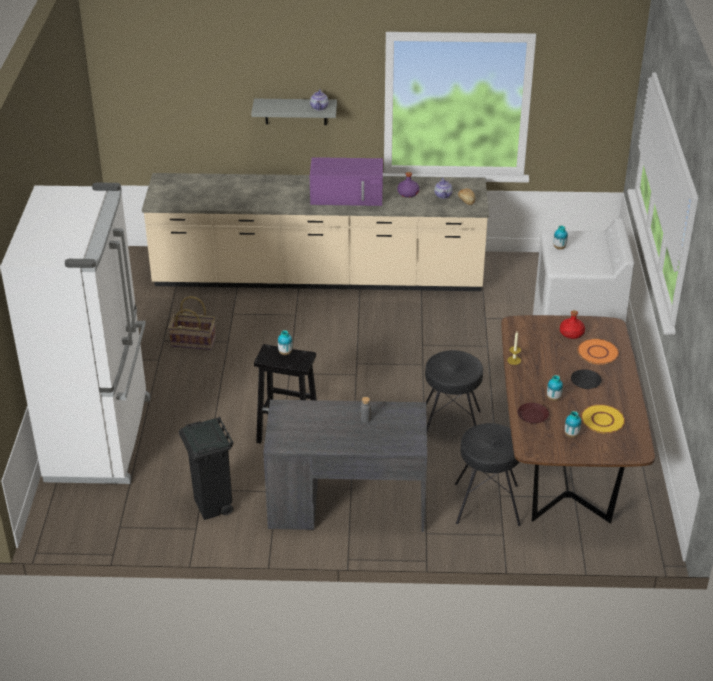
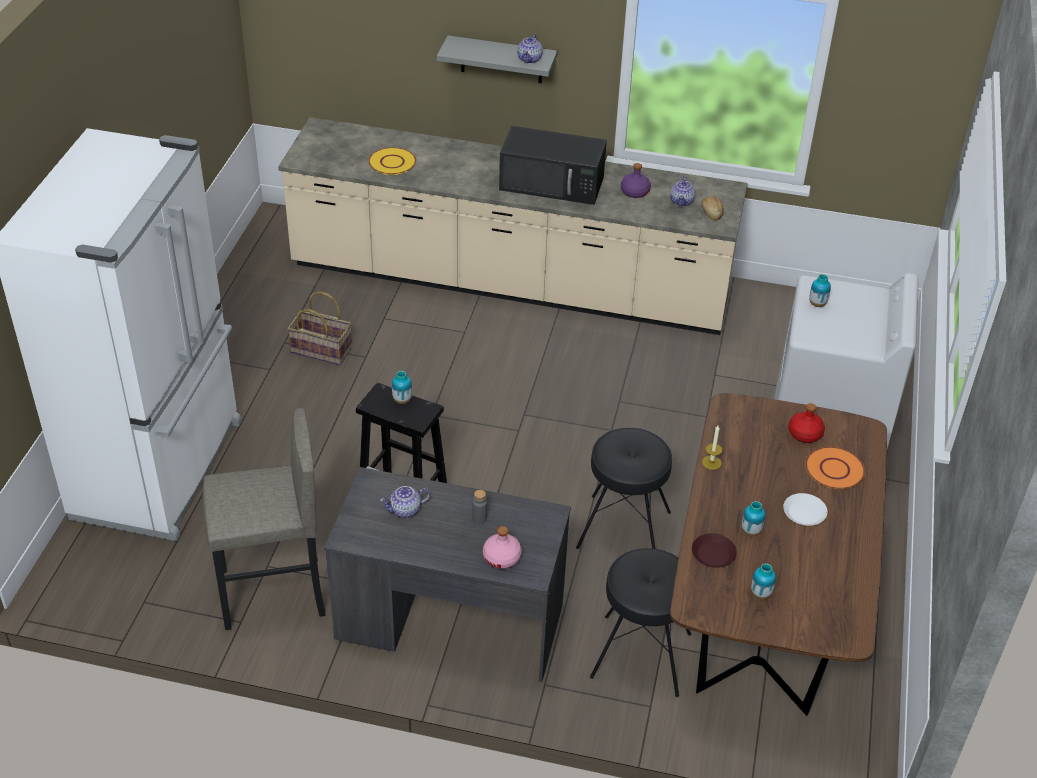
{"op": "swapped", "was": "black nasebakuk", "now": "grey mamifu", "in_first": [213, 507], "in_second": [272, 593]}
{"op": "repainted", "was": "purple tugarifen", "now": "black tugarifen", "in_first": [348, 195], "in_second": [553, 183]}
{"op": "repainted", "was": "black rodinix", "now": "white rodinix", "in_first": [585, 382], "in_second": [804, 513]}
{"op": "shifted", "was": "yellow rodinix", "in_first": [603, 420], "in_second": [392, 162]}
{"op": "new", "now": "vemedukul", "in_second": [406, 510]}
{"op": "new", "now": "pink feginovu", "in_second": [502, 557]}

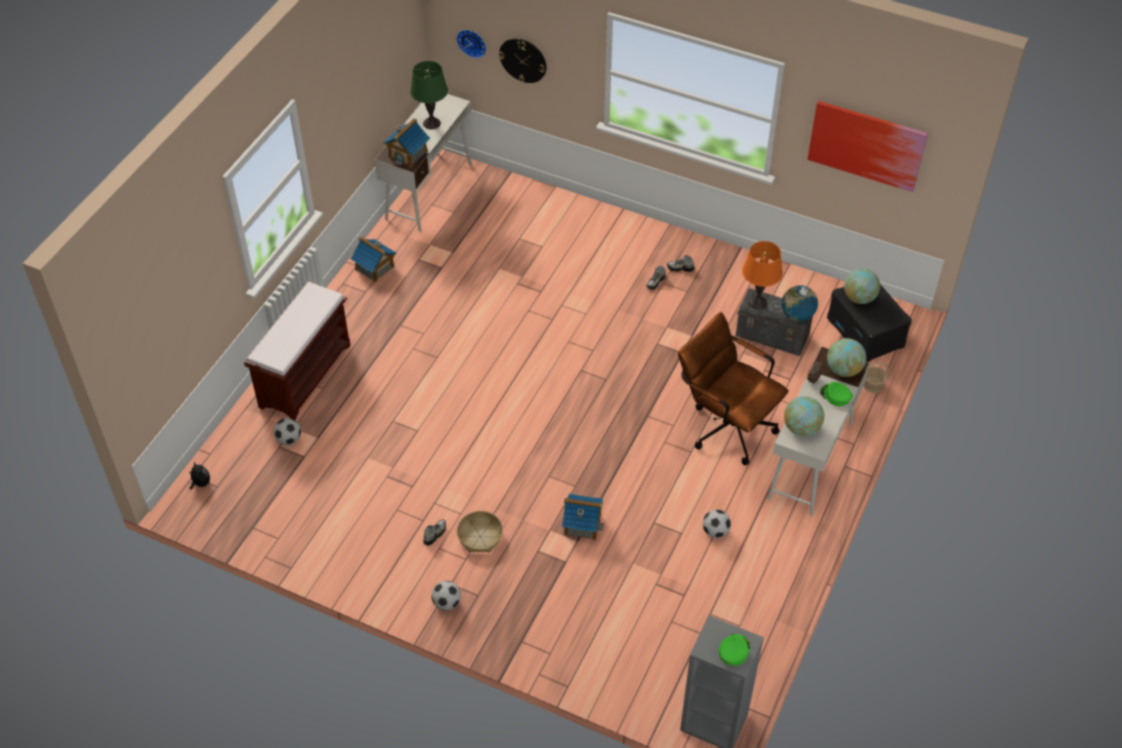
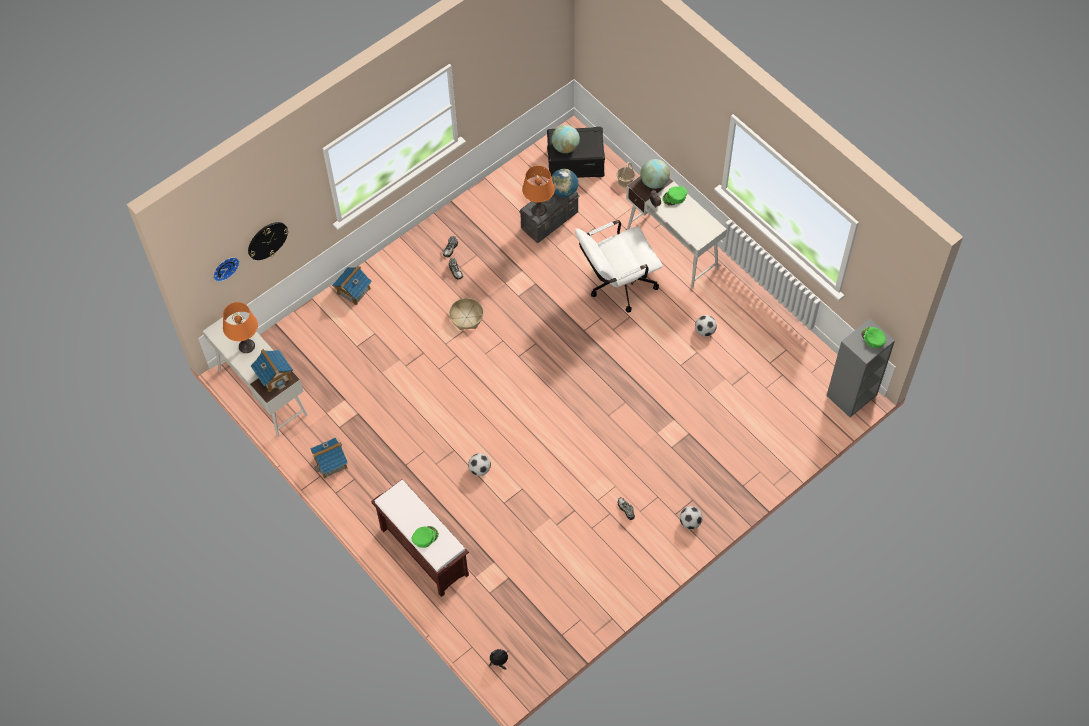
{"op": "shifted", "was": "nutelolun", "in_first": [289, 439], "in_second": [480, 469]}
{"op": "repainted", "was": "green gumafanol", "now": "orange gumafanol", "in_first": [431, 123], "in_second": [246, 346]}
{"op": "shifted", "was": "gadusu", "in_first": [480, 536], "in_second": [466, 317]}
{"op": "shifted", "was": "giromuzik", "in_first": [582, 524], "in_second": [353, 291]}
{"op": "repainted", "was": "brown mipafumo", "now": "white mipafumo", "in_first": [726, 425], "in_second": [616, 285]}
{"op": "gone", "was": "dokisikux", "in_first": [801, 428]}
{"op": "gone", "was": "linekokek", "in_first": [866, 145]}
{"op": "new", "now": "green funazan", "in_second": [425, 537]}

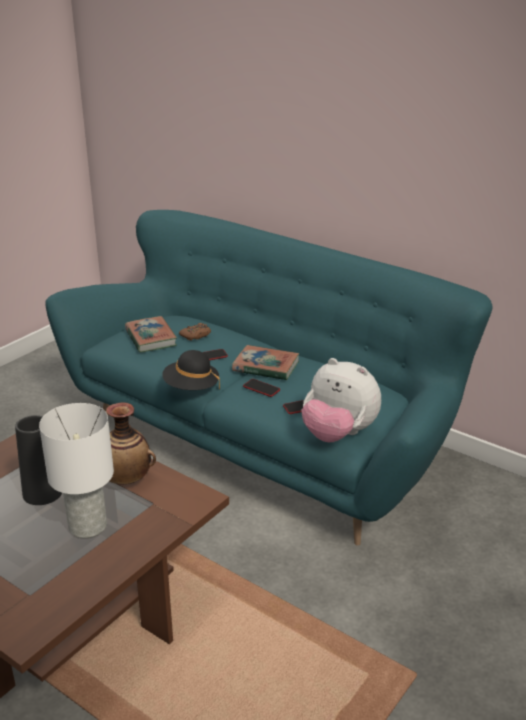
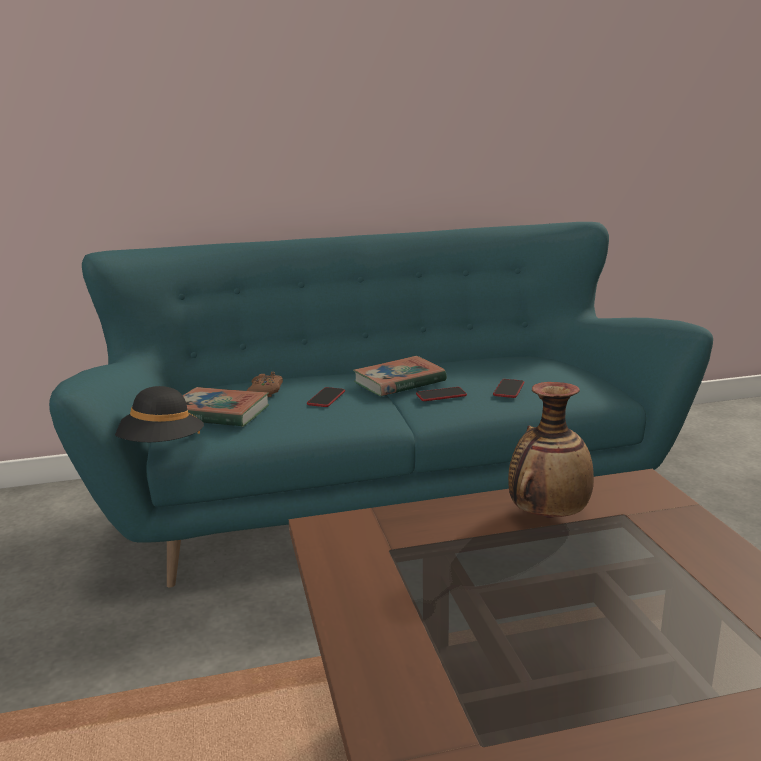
{"op": "gone", "was": "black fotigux", "in_first": [42, 492]}
{"op": "gone", "was": "white gumafanol", "in_first": [89, 526]}
{"op": "shifted", "was": "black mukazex", "in_first": [191, 387], "in_second": [160, 447]}
{"op": "gone", "was": "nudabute", "in_first": [338, 434]}

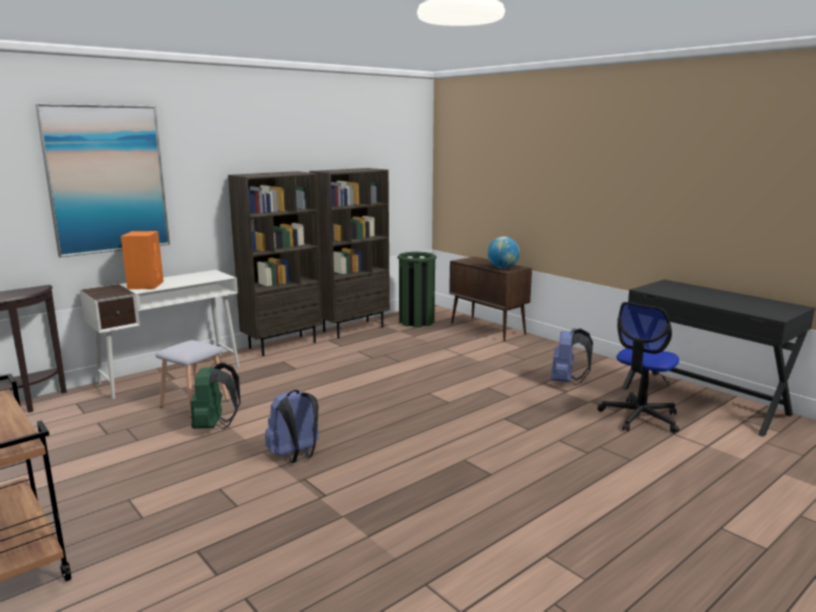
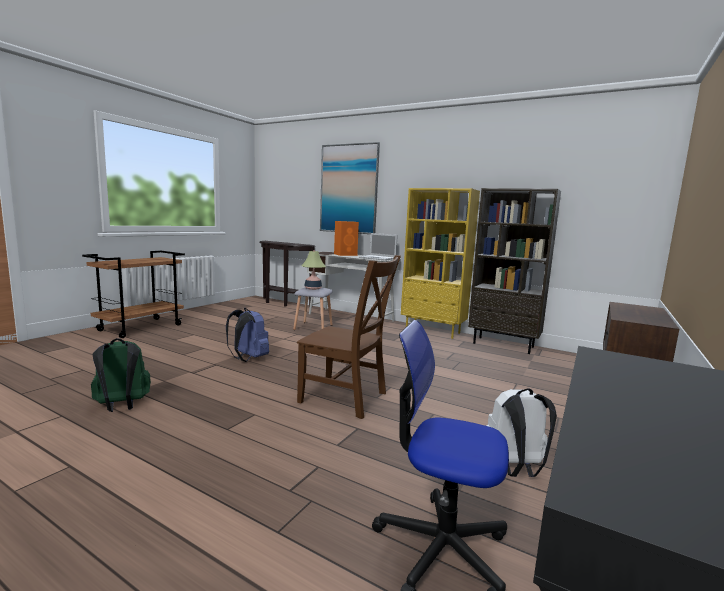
{"op": "shifted", "was": "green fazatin", "in_first": [215, 426], "in_second": [122, 406]}
{"op": "repainted", "was": "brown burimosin", "now": "yellow burimosin", "in_first": [282, 345], "in_second": [433, 331]}
{"op": "gone", "was": "green nasebakuk", "in_first": [416, 321]}
{"op": "gone", "was": "dokisikux", "in_first": [502, 268]}
{"op": "repainted", "was": "blue fazatin", "now": "white fazatin", "in_first": [567, 382], "in_second": [514, 468]}
{"op": "new", "now": "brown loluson", "in_second": [346, 398]}
{"op": "new", "now": "gumafanol", "in_second": [313, 288]}
{"op": "new", "now": "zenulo", "in_second": [378, 258]}

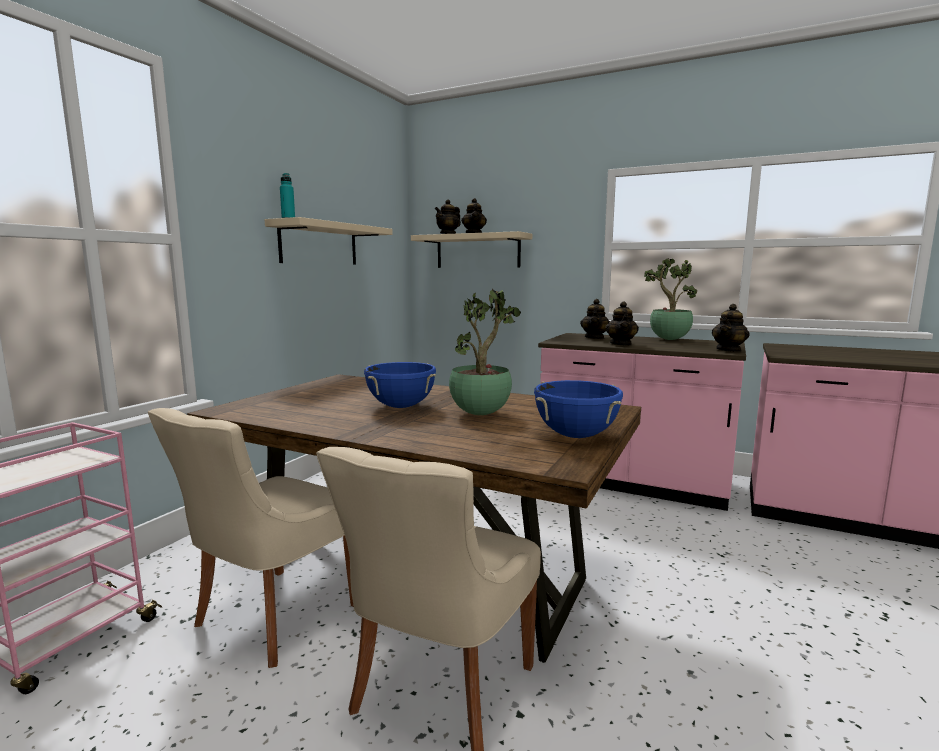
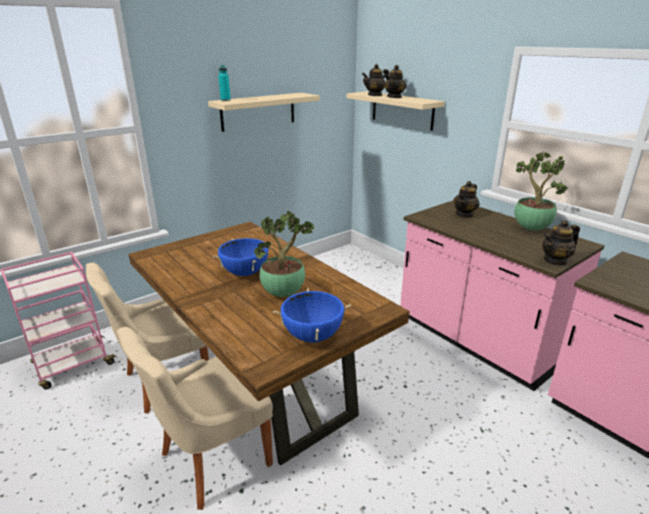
{"op": "gone", "was": "vemedukul", "in_first": [621, 344]}

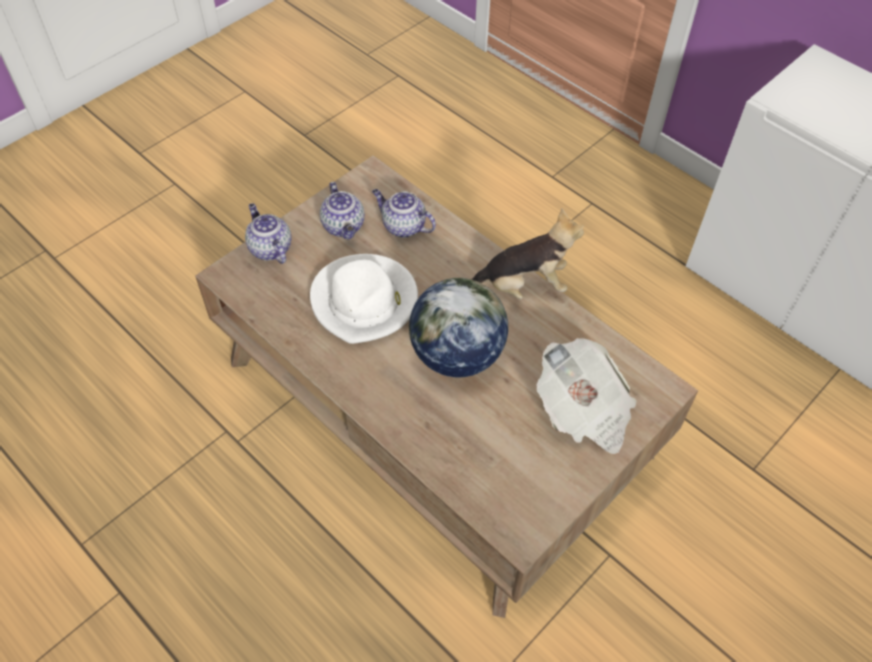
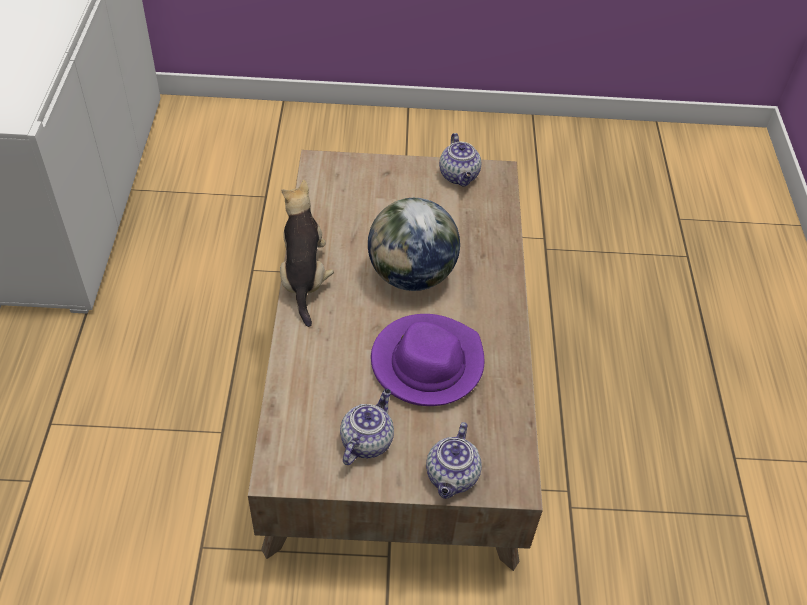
{"op": "repainted", "was": "white mukazex", "now": "purple mukazex", "in_first": [365, 301], "in_second": [427, 363]}
{"op": "shifted", "was": "vemedukul", "in_first": [402, 226], "in_second": [459, 176]}
{"op": "rotated", "was": "nudabute", "in_first": [523, 286], "in_second": [304, 278], "clockwise": 45}
{"op": "gone", "was": "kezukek", "in_first": [584, 411]}

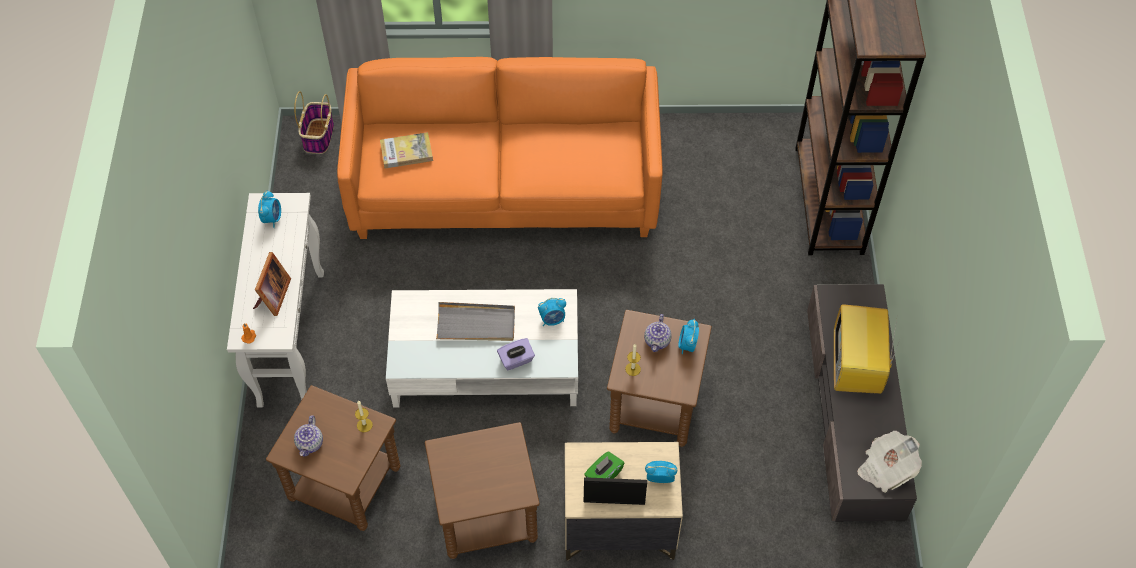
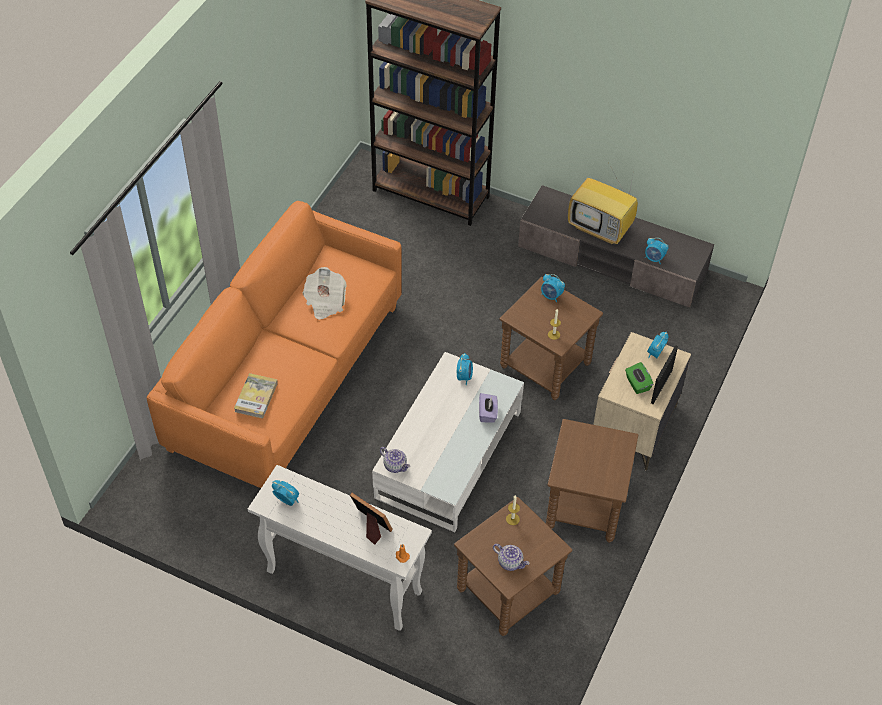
{"op": "gone", "was": "gadusu", "in_first": [318, 136]}
{"op": "gone", "was": "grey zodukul", "in_first": [476, 324]}
{"op": "shifted", "was": "vemedukul", "in_first": [657, 341], "in_second": [395, 465]}
{"op": "shifted", "was": "kezukek", "in_first": [886, 468], "in_second": [325, 302]}
{"op": "new", "now": "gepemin", "in_second": [654, 259]}

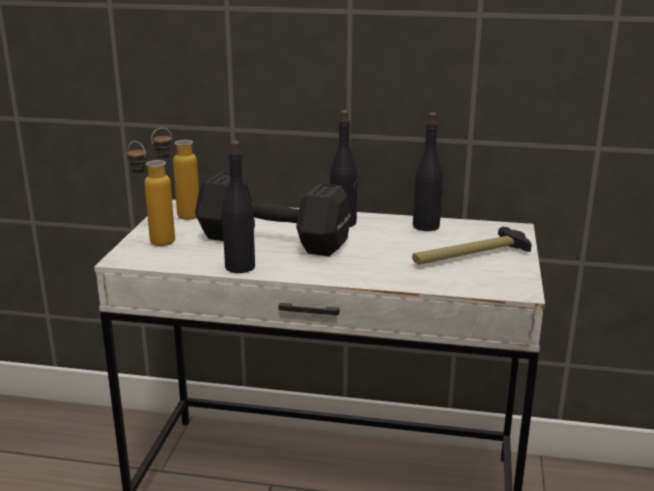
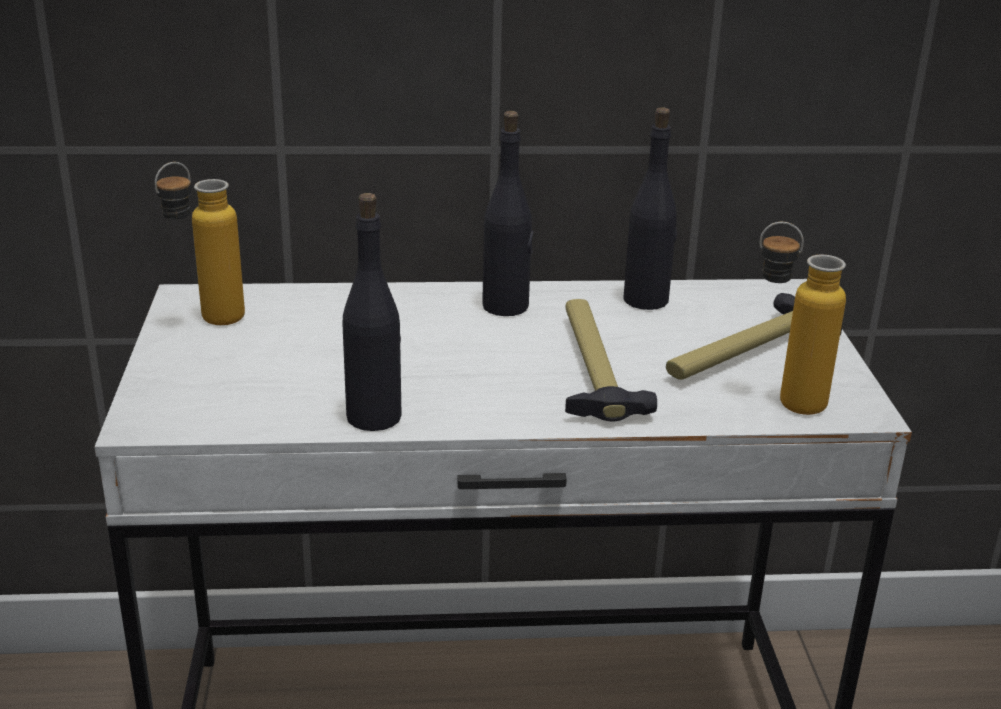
{"op": "shifted", "was": "feginovu", "in_first": [154, 240], "in_second": [782, 401]}
{"op": "gone", "was": "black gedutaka", "in_first": [276, 242]}
{"op": "new", "now": "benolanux", "in_second": [592, 368]}

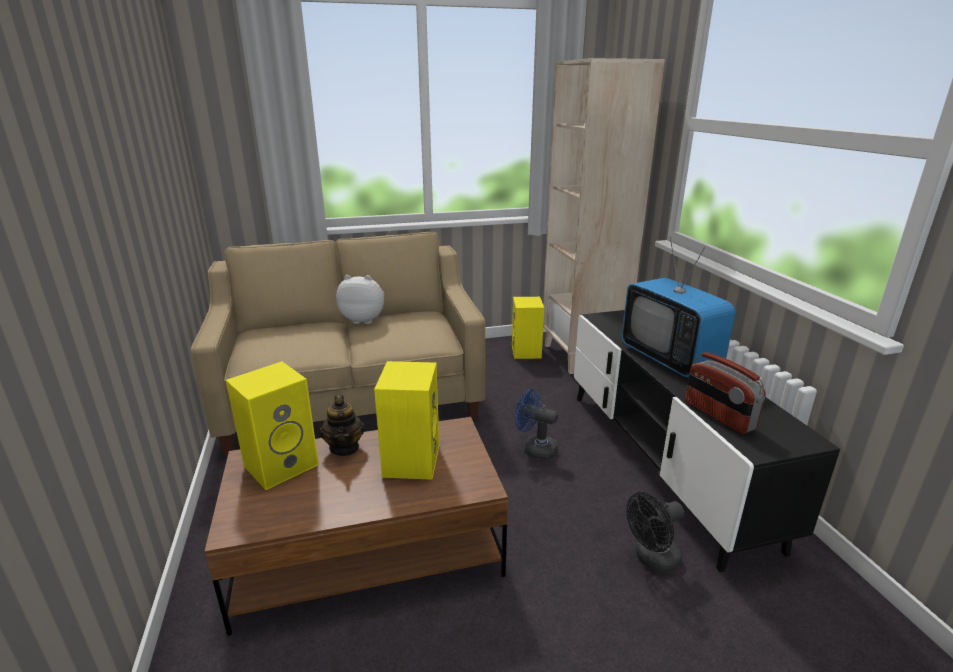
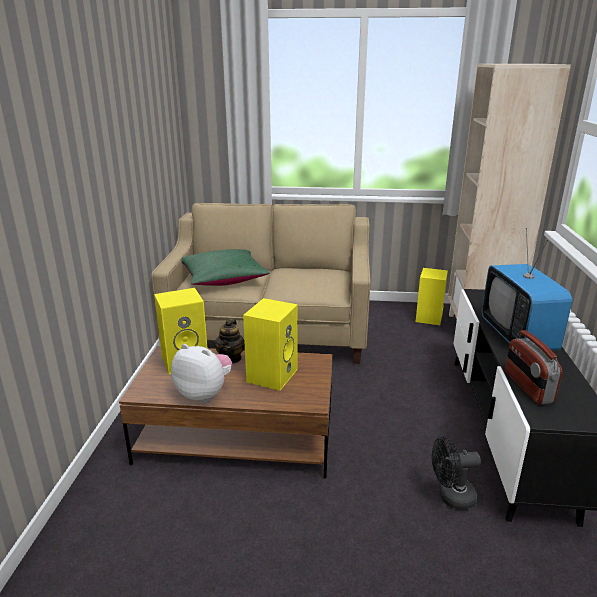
{"op": "shifted", "was": "nudabute", "in_first": [364, 320], "in_second": [204, 393]}
{"op": "gone", "was": "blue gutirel", "in_first": [535, 449]}
{"op": "new", "now": "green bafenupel", "in_second": [223, 278]}

